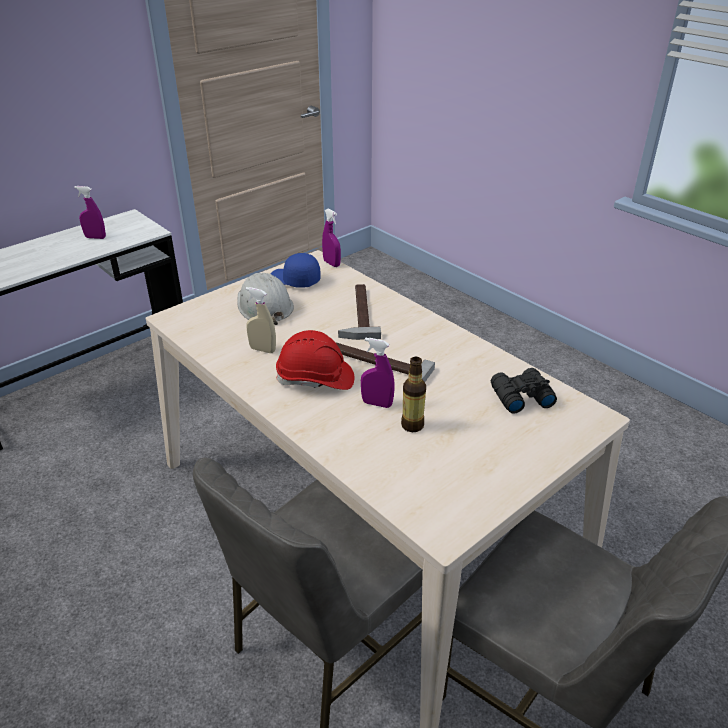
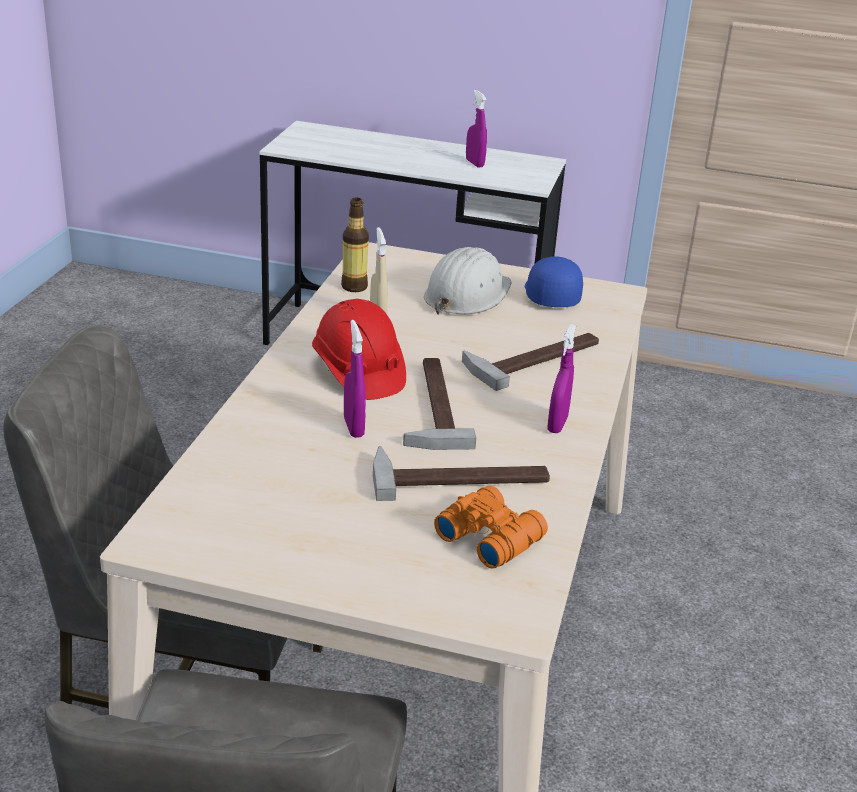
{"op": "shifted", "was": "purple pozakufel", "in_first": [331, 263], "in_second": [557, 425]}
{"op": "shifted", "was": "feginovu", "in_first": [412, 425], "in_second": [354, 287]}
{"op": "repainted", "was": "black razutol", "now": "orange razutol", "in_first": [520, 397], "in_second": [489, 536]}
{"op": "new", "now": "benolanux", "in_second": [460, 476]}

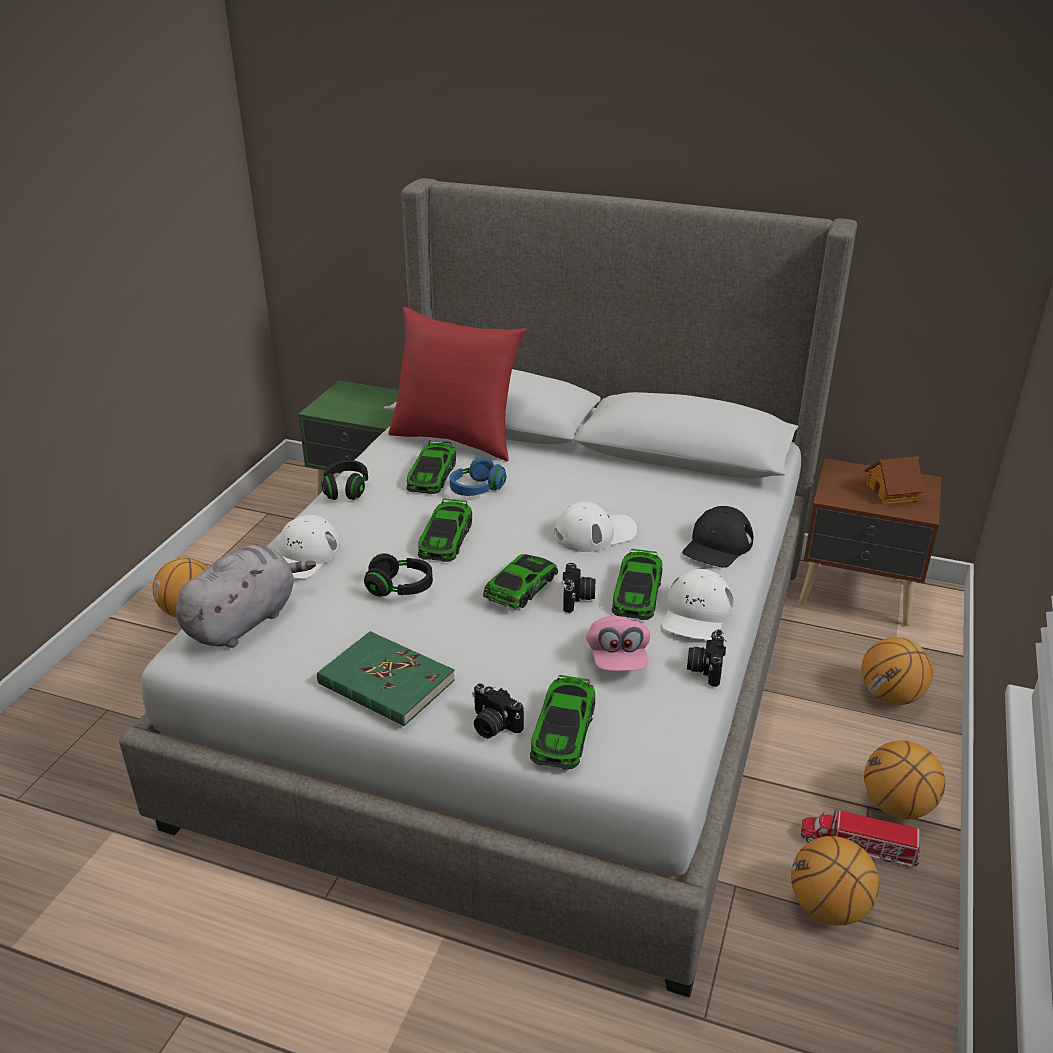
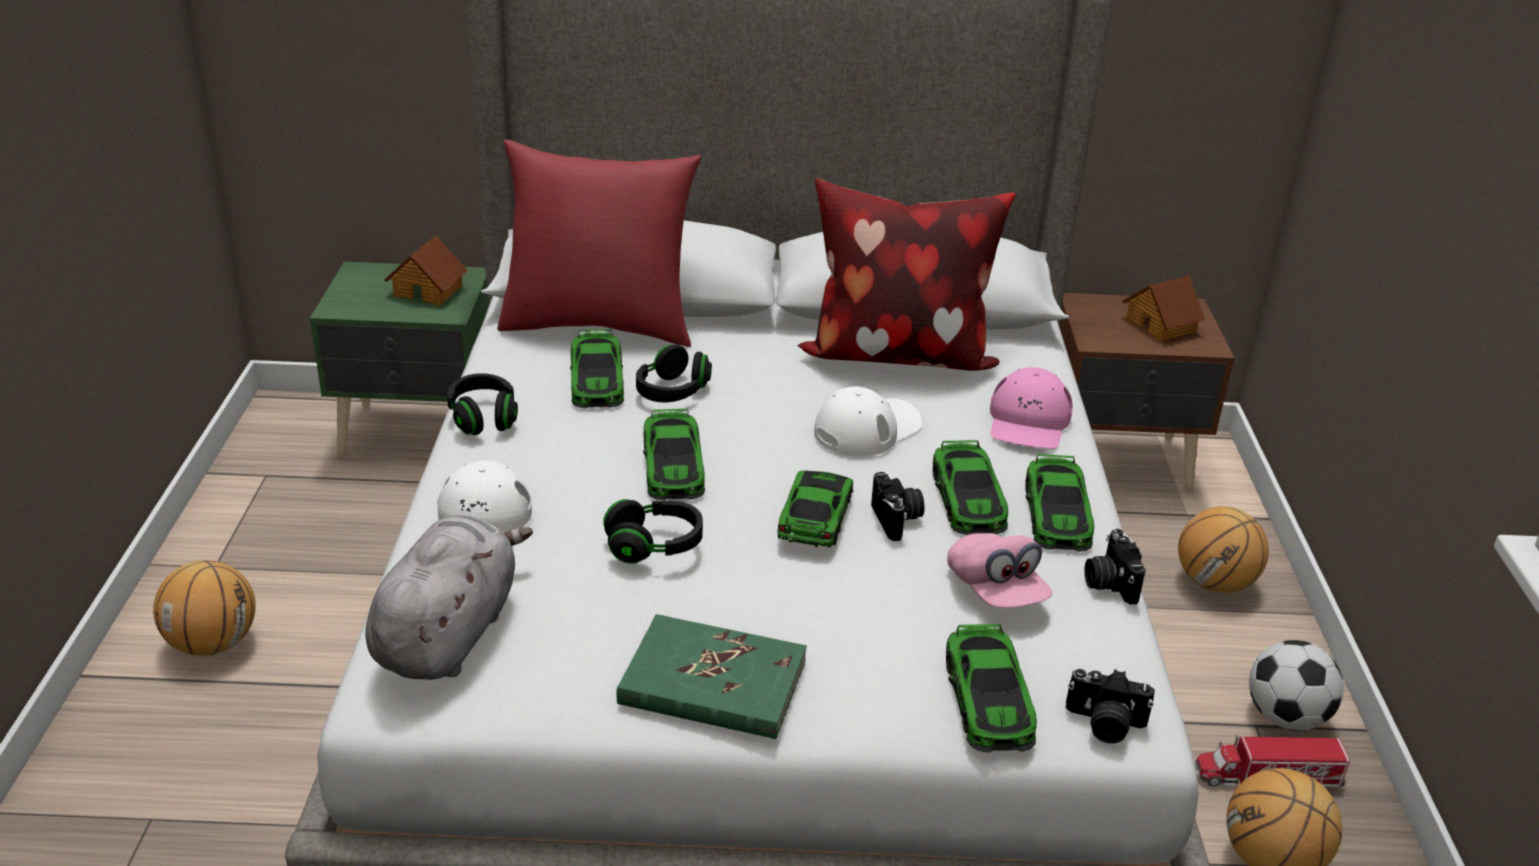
{"op": "repainted", "was": "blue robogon", "now": "black robogon", "in_first": [477, 490], "in_second": [672, 392]}
{"op": "shifted", "was": "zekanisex", "in_first": [492, 725], "in_second": [1104, 724]}
{"op": "swapped", "was": "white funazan", "now": "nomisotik", "in_first": [696, 614], "in_second": [1057, 514]}
{"op": "repainted", "was": "black funazan", "now": "pink funazan", "in_first": [717, 546], "in_second": [1028, 422]}
{"op": "swapped", "was": "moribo", "now": "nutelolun", "in_first": [896, 806], "in_second": [1286, 717]}
{"op": "new", "now": "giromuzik", "in_second": [429, 290]}
{"op": "new", "now": "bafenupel", "in_second": [897, 354]}

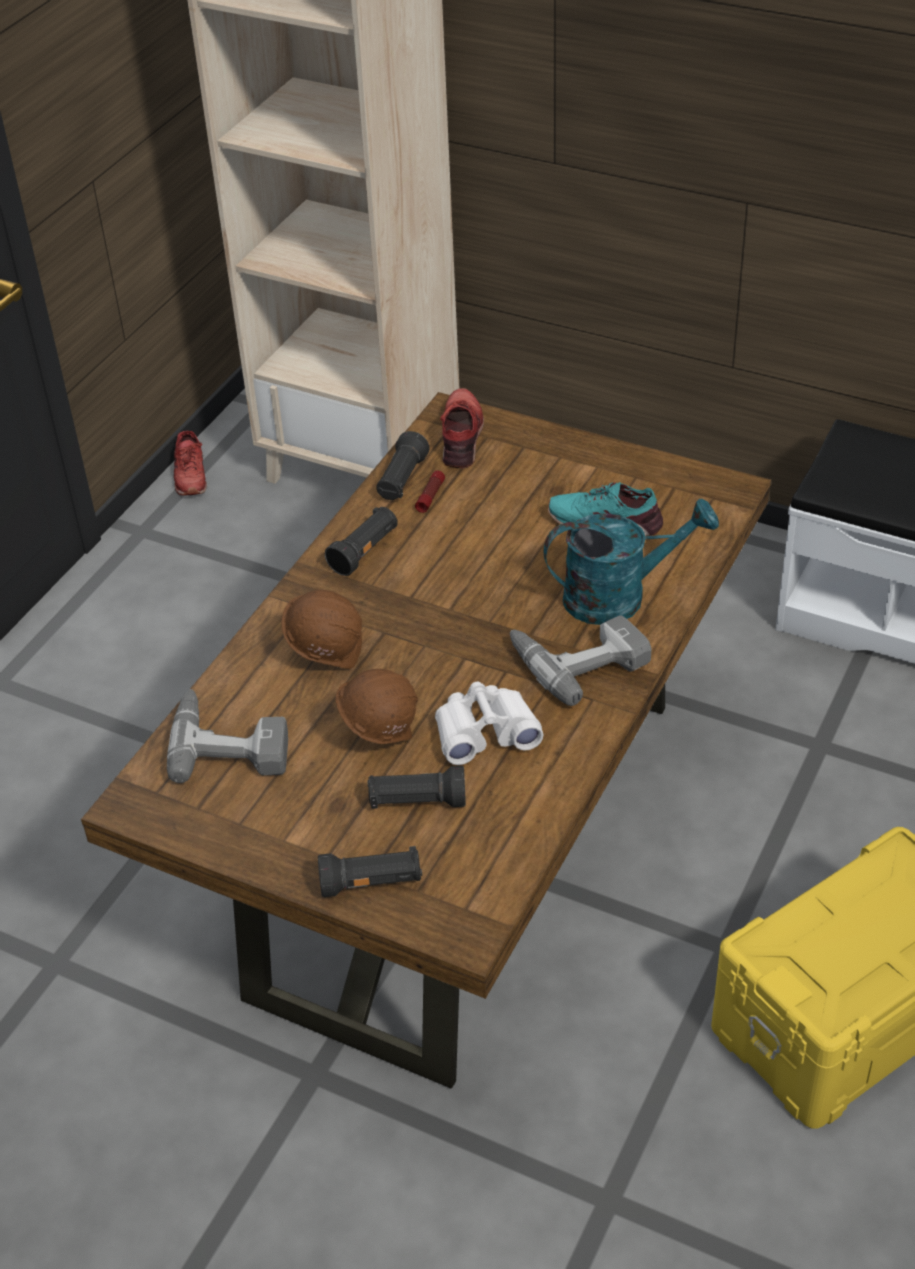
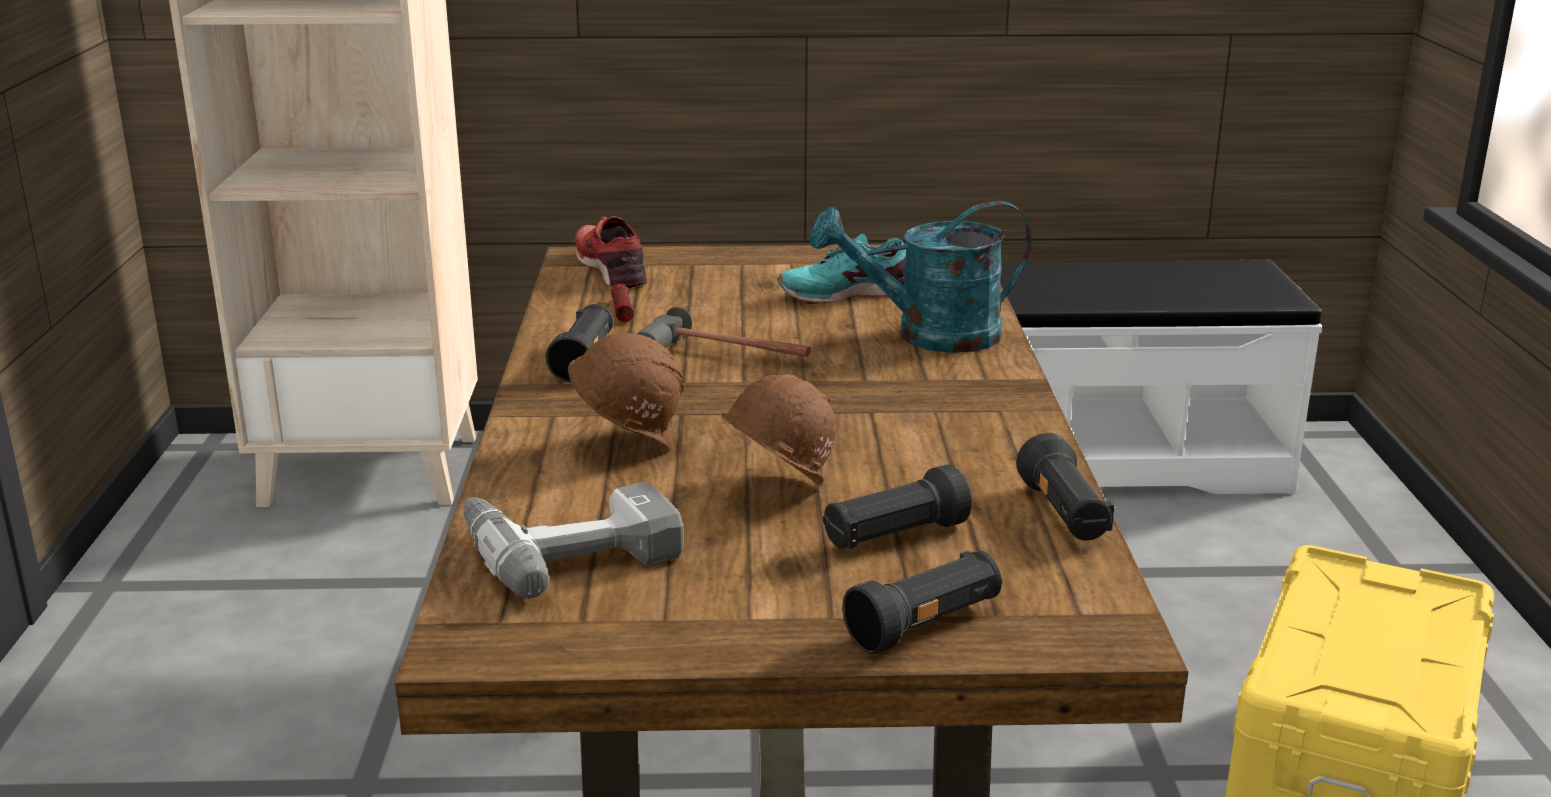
{"op": "gone", "was": "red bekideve", "in_first": [190, 475]}
{"op": "shifted", "was": "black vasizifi", "in_first": [402, 480], "in_second": [1064, 515]}
{"op": "gone", "was": "white razutol", "in_first": [485, 732]}
{"op": "gone", "was": "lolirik", "in_first": [578, 659]}
{"op": "rotated", "was": "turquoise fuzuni", "in_first": [619, 596], "in_second": [929, 336], "clockwise": -150}
{"op": "new", "now": "benolanux", "in_second": [727, 354]}

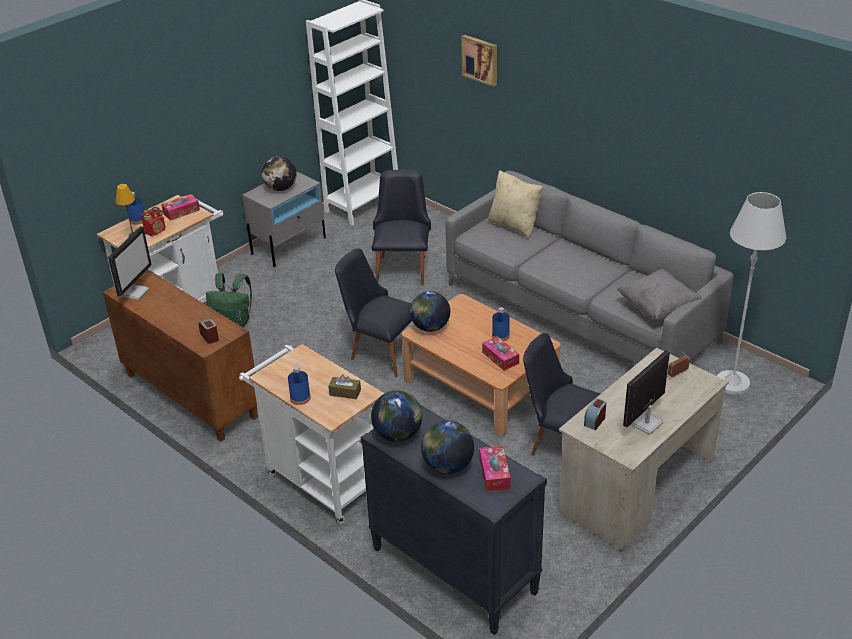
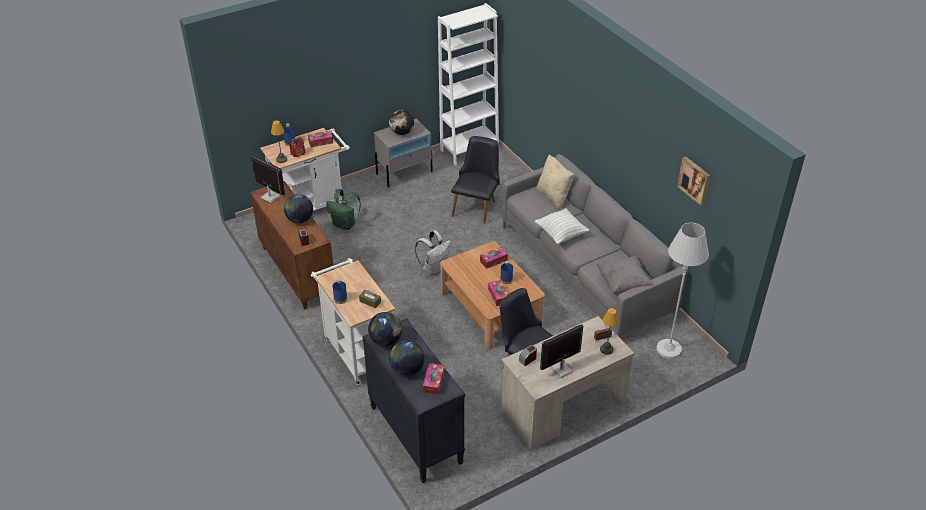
{"op": "rotated", "was": "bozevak", "in_first": [135, 292], "in_second": [270, 196], "clockwise": -90}
{"op": "swapped", "was": "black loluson", "now": "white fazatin", "in_first": [381, 351], "in_second": [434, 268]}
{"op": "shifted", "was": "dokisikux", "in_first": [430, 327], "in_second": [299, 219]}
{"op": "shifted", "was": "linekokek", "in_first": [480, 59], "in_second": [695, 180]}
{"op": "new", "now": "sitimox", "in_second": [493, 260]}
{"op": "new", "now": "bafenupel", "in_second": [561, 234]}
{"op": "new", "now": "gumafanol", "in_second": [606, 349]}

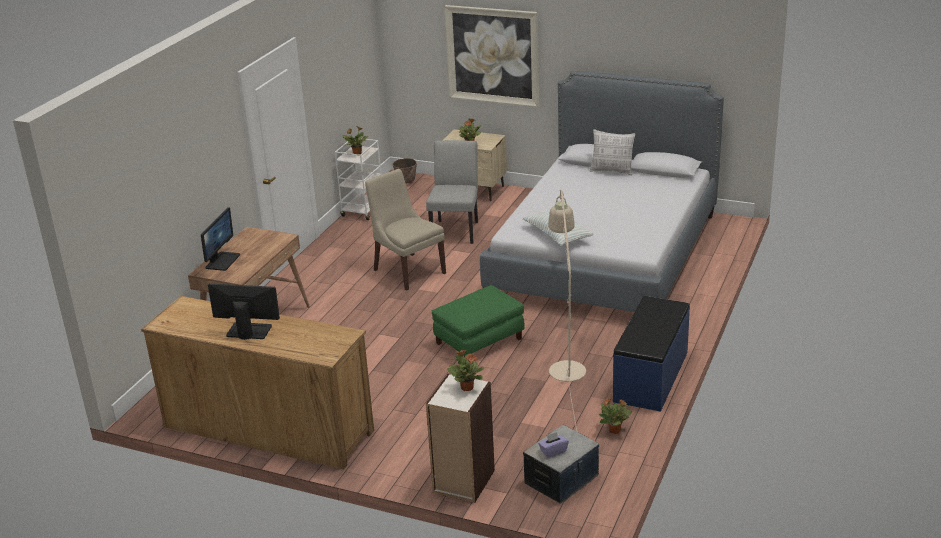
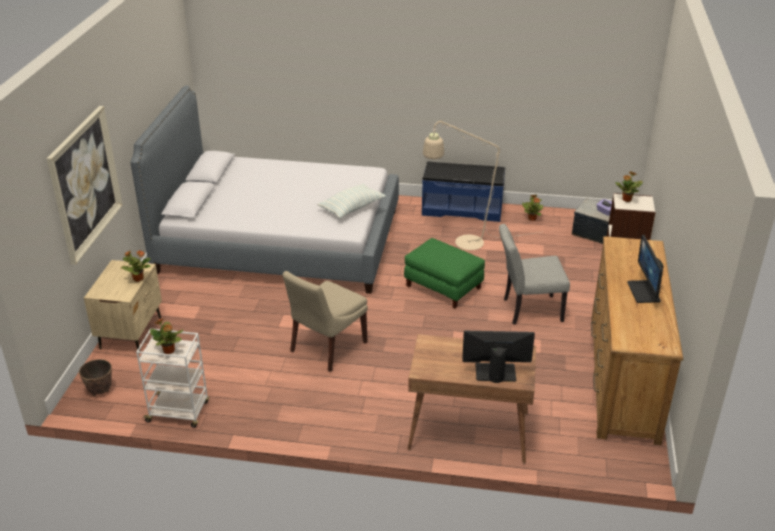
{"op": "shifted", "was": "grey loluson", "in_first": [456, 229], "in_second": [527, 310]}
{"op": "gone", "was": "bafenupel", "in_first": [612, 171]}

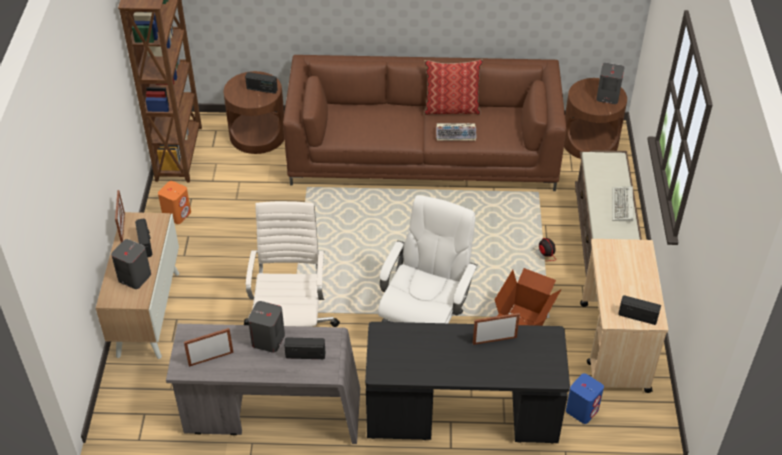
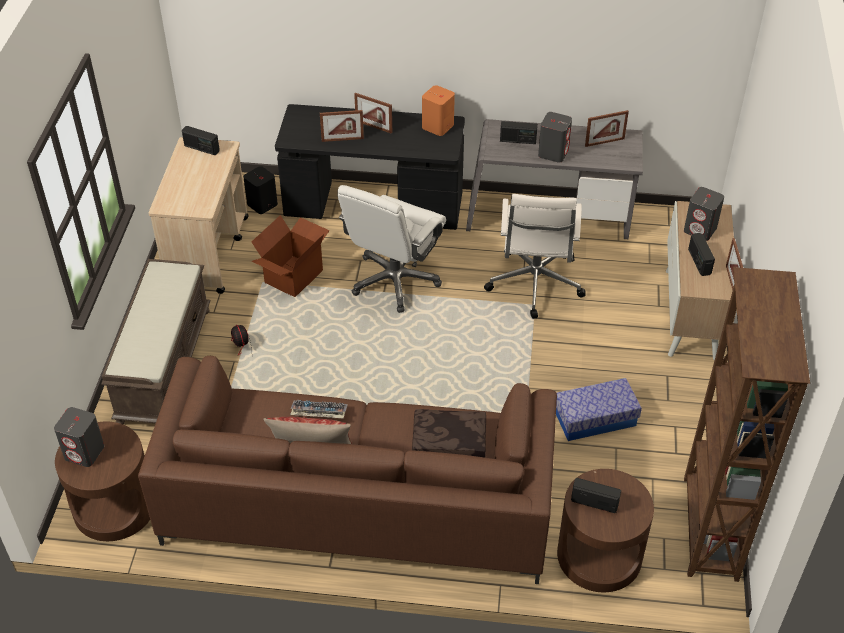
{"op": "shifted", "was": "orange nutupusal", "in_first": [177, 214], "in_second": [437, 126]}
{"op": "repainted", "was": "blue nutupusal", "now": "black nutupusal", "in_first": [582, 410], "in_second": [262, 204]}
{"op": "gone", "was": "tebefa", "in_first": [623, 206]}
{"op": "new", "now": "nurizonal", "in_second": [374, 126]}
{"op": "new", "now": "brown bafenupel", "in_second": [448, 441]}
{"op": "new", "now": "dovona", "in_second": [595, 419]}

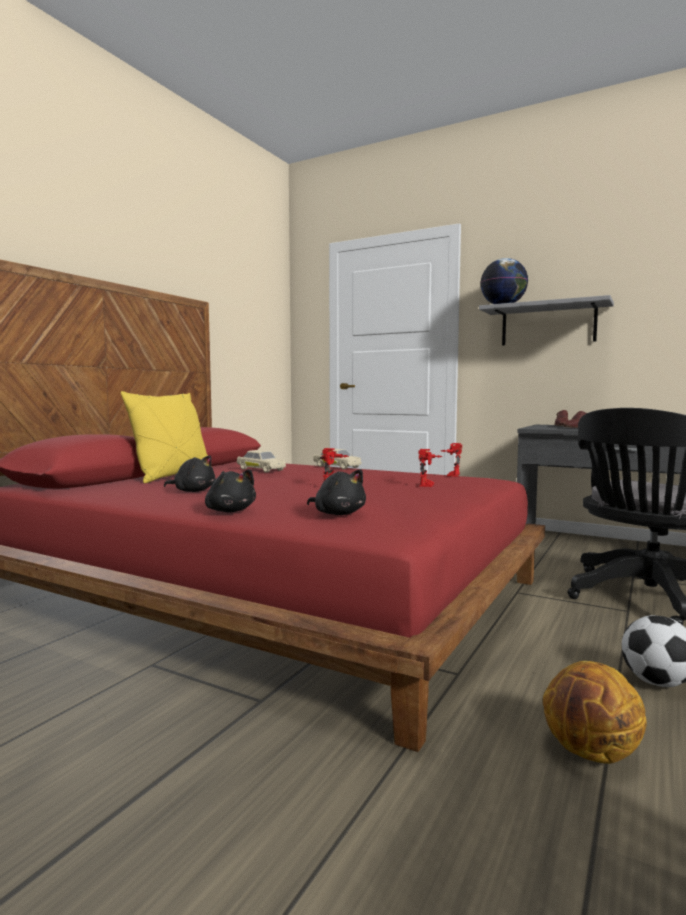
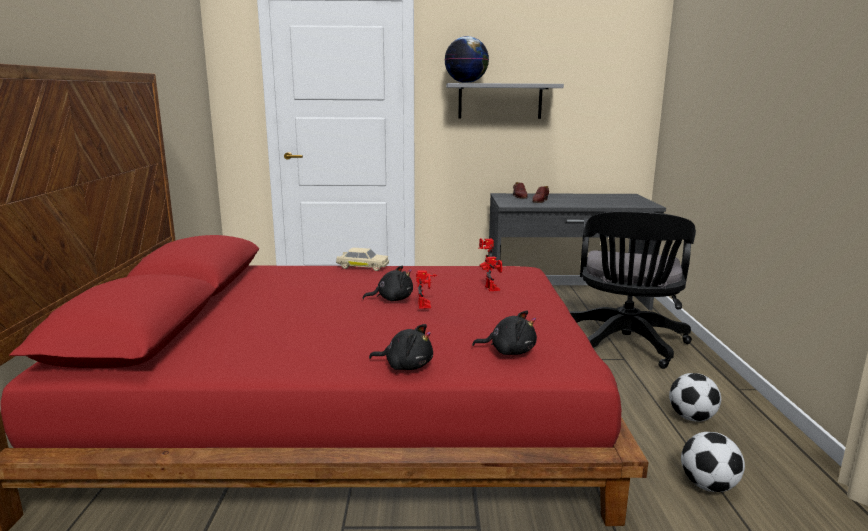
{"op": "gone", "was": "yellow bafenupel", "in_first": [172, 476]}
{"op": "shifted", "was": "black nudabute", "in_first": [193, 491], "in_second": [392, 299]}
{"op": "gone", "was": "beige nomisotik", "in_first": [261, 469]}
{"op": "swapped", "was": "moribo", "now": "nutelolun", "in_first": [591, 753], "in_second": [708, 486]}

